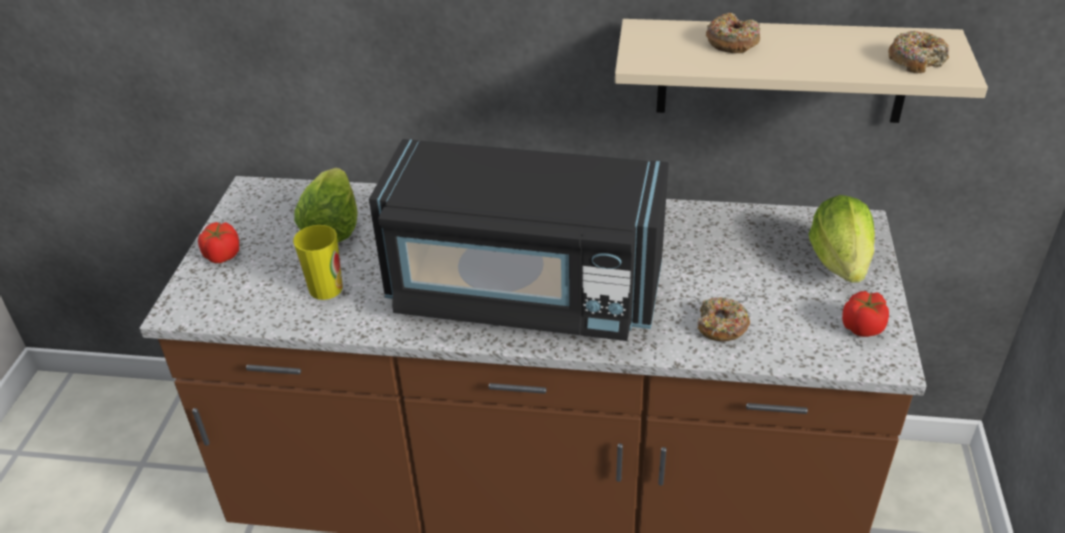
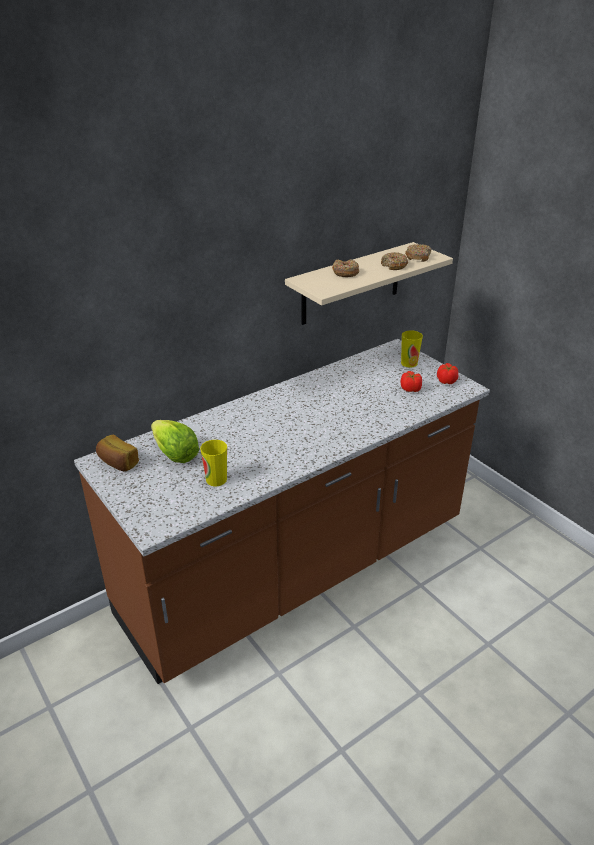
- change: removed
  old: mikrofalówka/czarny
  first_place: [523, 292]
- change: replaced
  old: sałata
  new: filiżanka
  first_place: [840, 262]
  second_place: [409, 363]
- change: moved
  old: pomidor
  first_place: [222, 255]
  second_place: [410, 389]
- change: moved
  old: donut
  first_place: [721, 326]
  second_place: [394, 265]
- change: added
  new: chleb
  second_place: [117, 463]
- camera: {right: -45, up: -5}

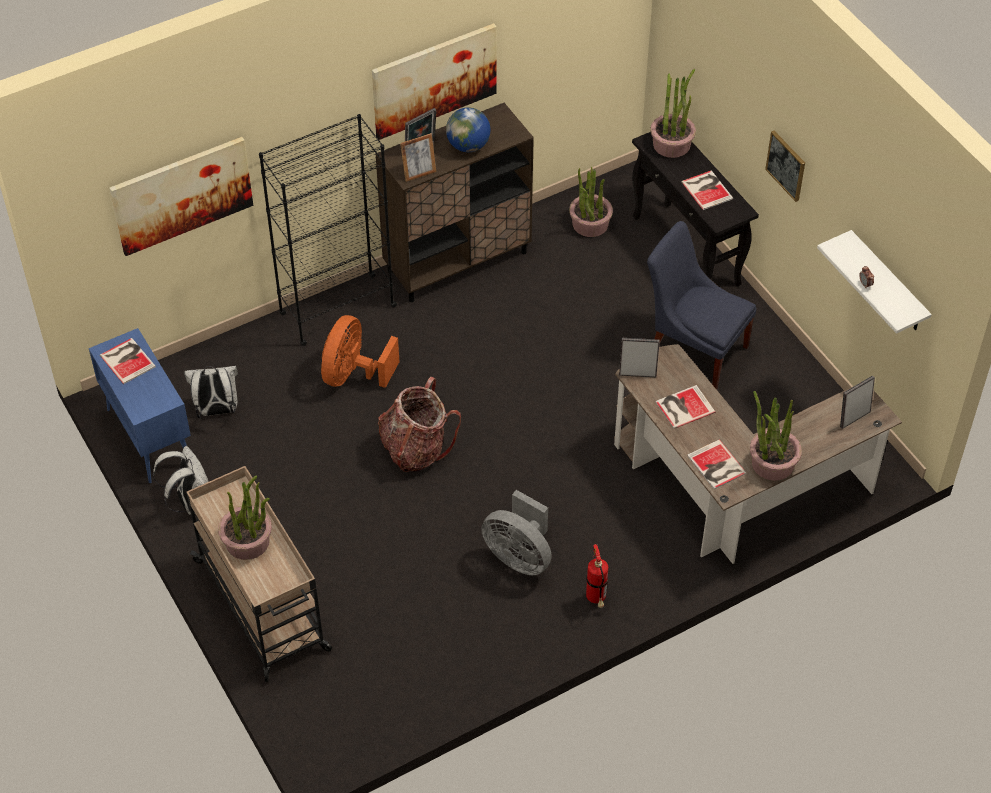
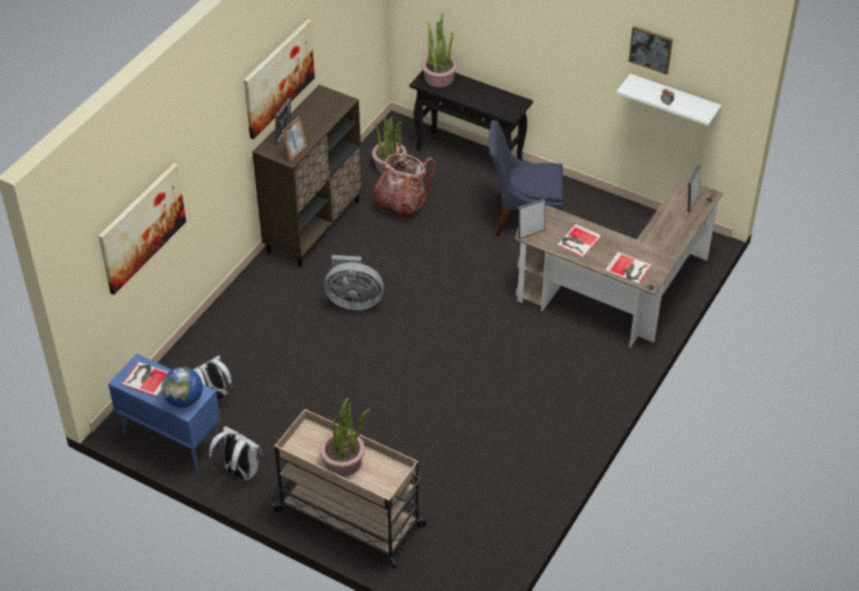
- change: moved
  old: globus
  first_place: [468, 146]
  second_place: [184, 400]
- change: removed
  old: regał/czarny
  first_place: [337, 310]
- change: moved
  old: obraz
  first_place: [786, 165]
  second_place: [650, 49]
- change: removed
  old: książka
  first_place: [707, 189]
- change: removed
  old: wentylator/pomarańczowy
  first_place: [353, 374]
- change: moved
  old: plecak
  first_place: [416, 449]
  second_place: [401, 204]
- change: removed
  old: roślina doniczkowa
  first_place: [772, 463]
- change: moved
  old: wentylator/szary
  first_place: [519, 556]
  second_place: [353, 301]
- change: removed
  old: gaśnica
  first_place: [596, 599]
- camera: {right: -30, up: -5}

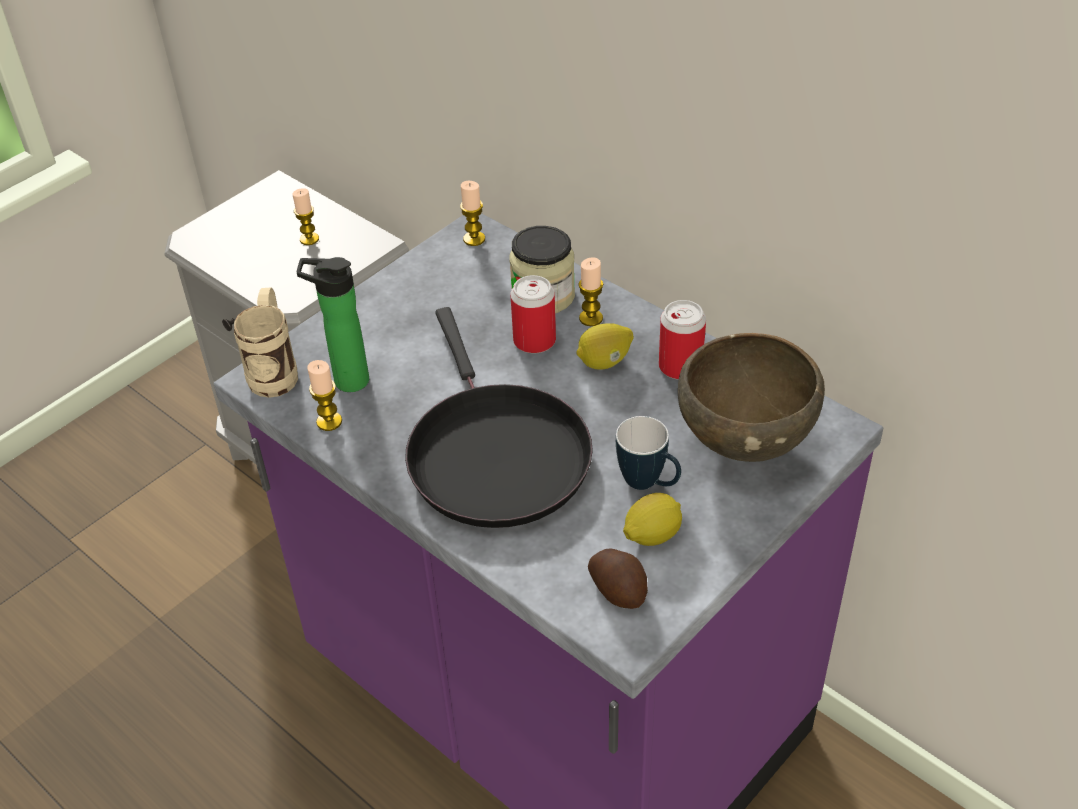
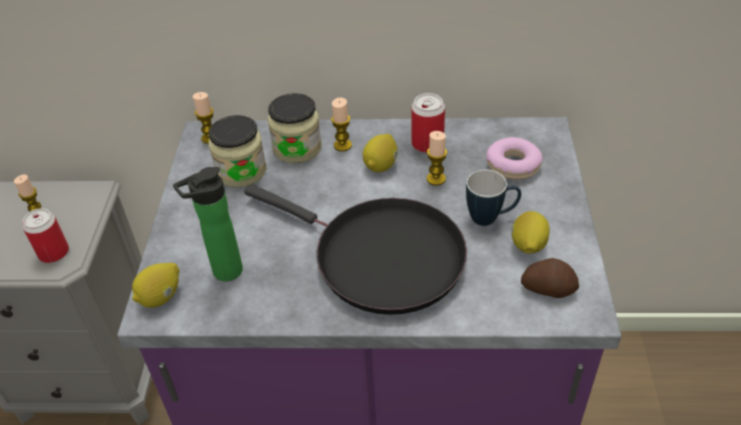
- change: moved
  old: puszka
  first_place: [534, 341]
  second_place: [54, 252]
- change: replaced
  old: kubek/beżowy
  new: cytryna
  first_place: [276, 370]
  second_place: [161, 297]
- change: replaced
  old: miska/brązowy
  new: donut
  first_place: [745, 444]
  second_place: [513, 165]
- change: moved
  old: świeca
  first_place: [329, 421]
  second_place: [436, 179]
- change: added
  new: słoik
  second_place: [241, 171]
- camera: {right: -40, up: 0}

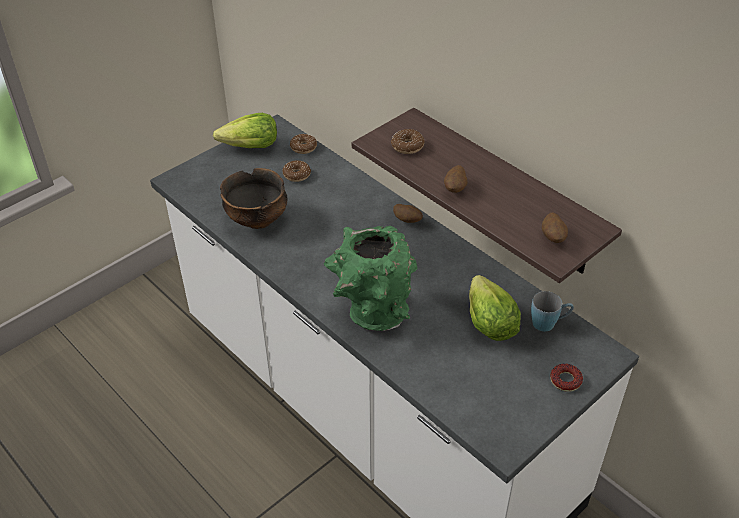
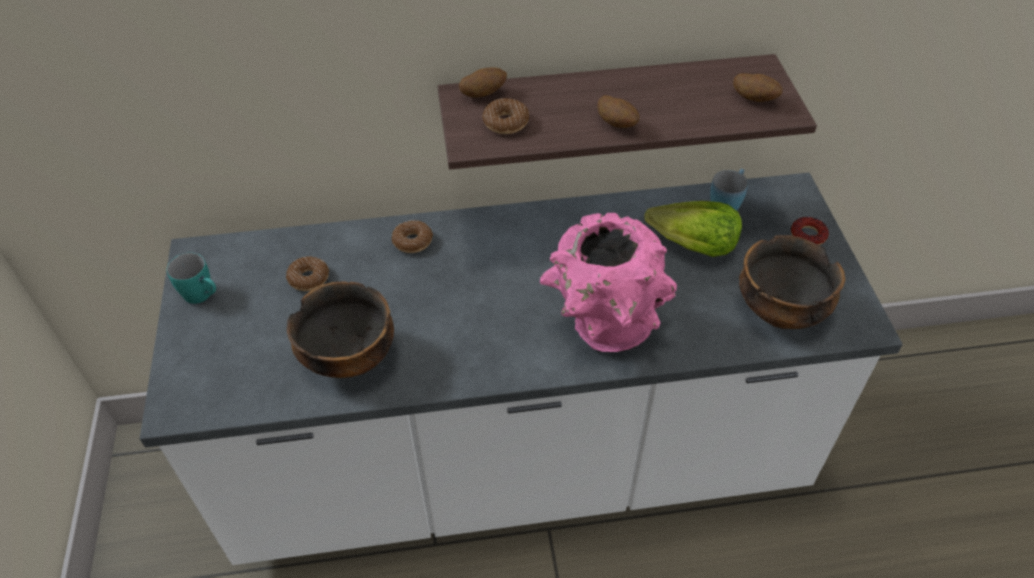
- change: replaced
  old: sałata
  new: kubek/turkusowy
  first_place: [250, 146]
  second_place: [203, 296]
- change: moved
  old: donut
  first_place: [303, 147]
  second_place: [412, 241]
- change: moved
  old: ziemniak
  first_place: [407, 221]
  second_place: [483, 94]
- change: recoloured
  old: wazon/zielony
  new: wazon/różowy
  first_place: [371, 312]
  second_place: [604, 330]
- change: added
  new: miska
  second_place: [781, 311]
- camera: {right: -55, up: 5}

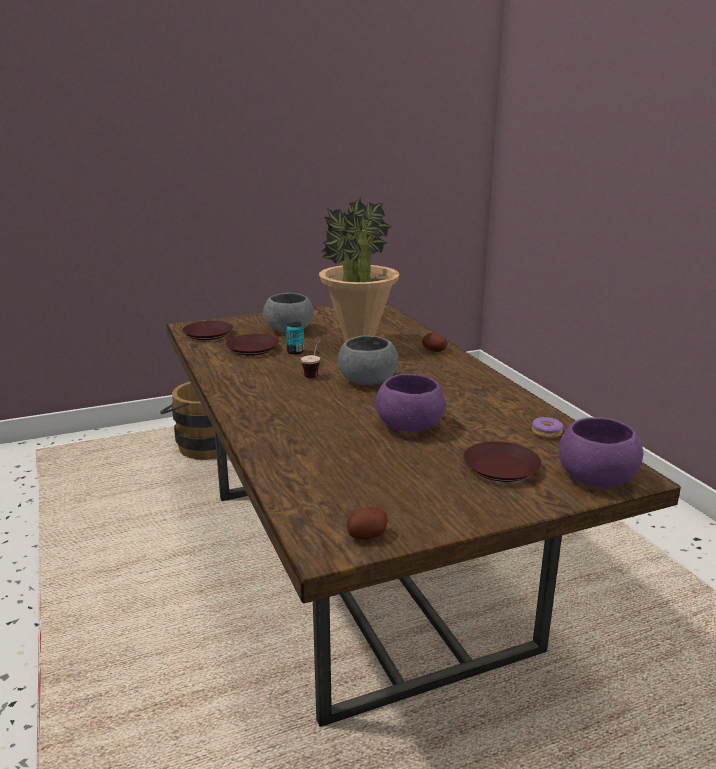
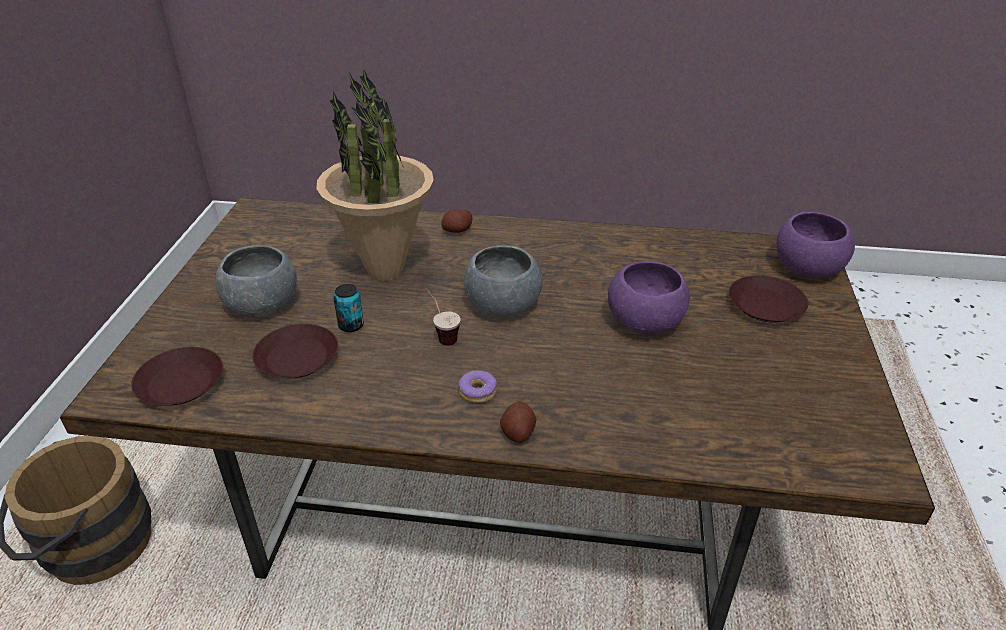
- change: moved
  old: donut
  first_place: [547, 433]
  second_place: [478, 391]
- change: moved
  old: ziemniak
  first_place: [367, 535]
  second_place: [518, 432]
- camera: {right: -60, up: 15}

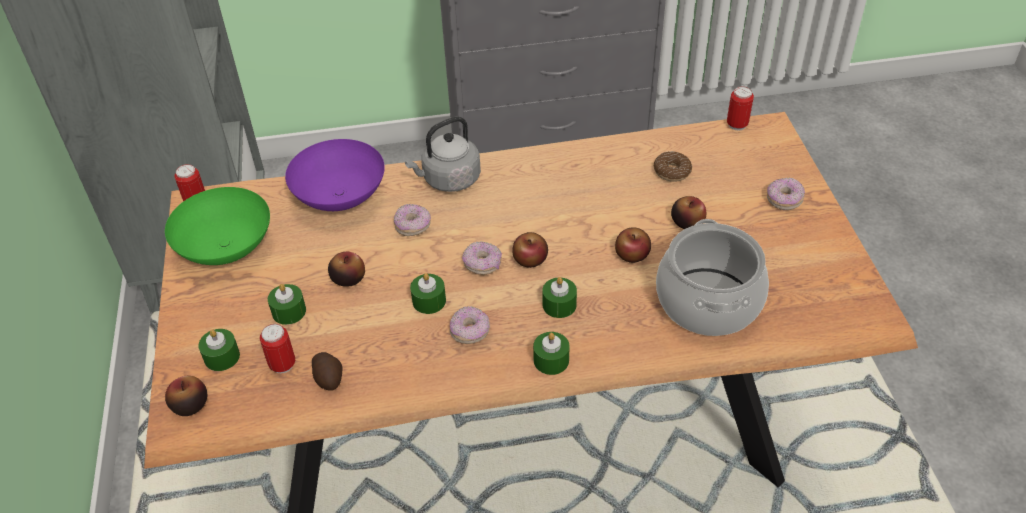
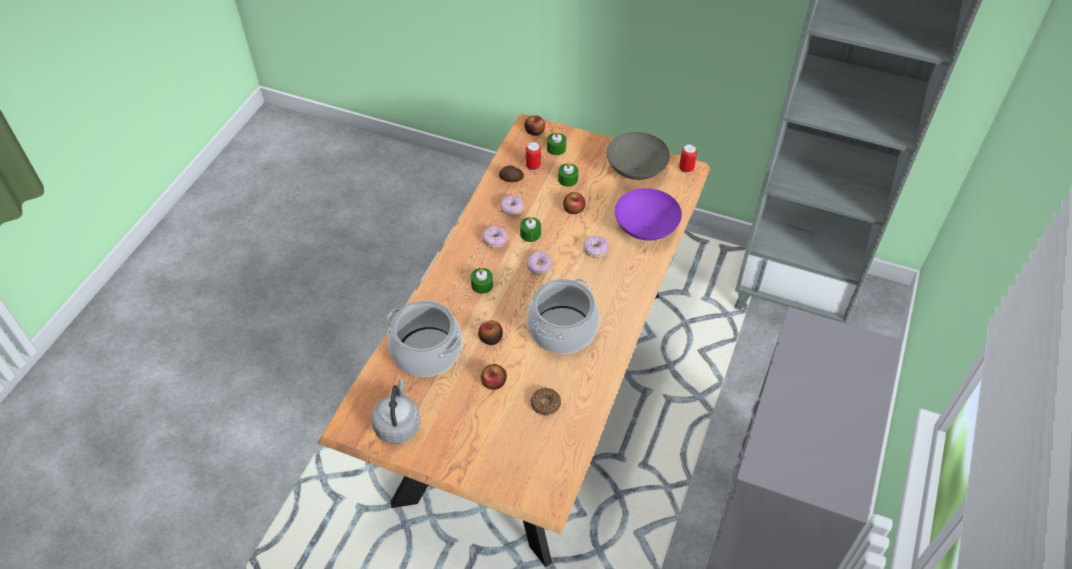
- change: removed
  old: puszka
  first_place: [737, 125]
- change: moved
  old: czajnik/szary
  first_place: [448, 180]
  second_place: [398, 424]
- change: moved
  old: donut
  first_place: [783, 200]
  second_place: [512, 209]
- change: recoloured
  old: miska/zielony
  new: miska/szary
  first_place: [227, 249]
  second_place: [635, 170]
- change: removed
  old: jabłko
  first_place: [530, 259]
- change: removed
  old: świeca/zielony
  first_place: [551, 360]
- change: added
  new: garnek
  second_place: [563, 330]
- camera: {right: 120, up: 5}

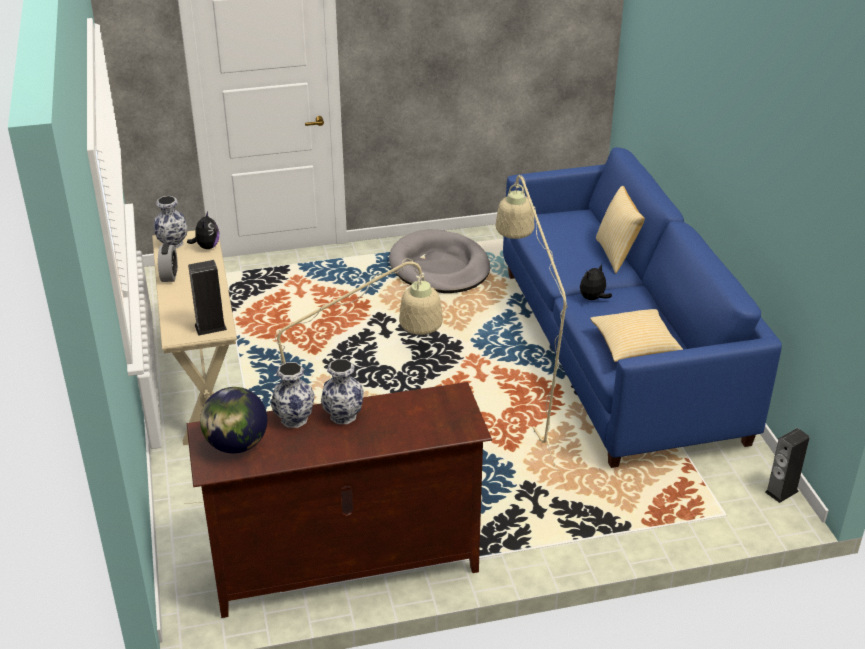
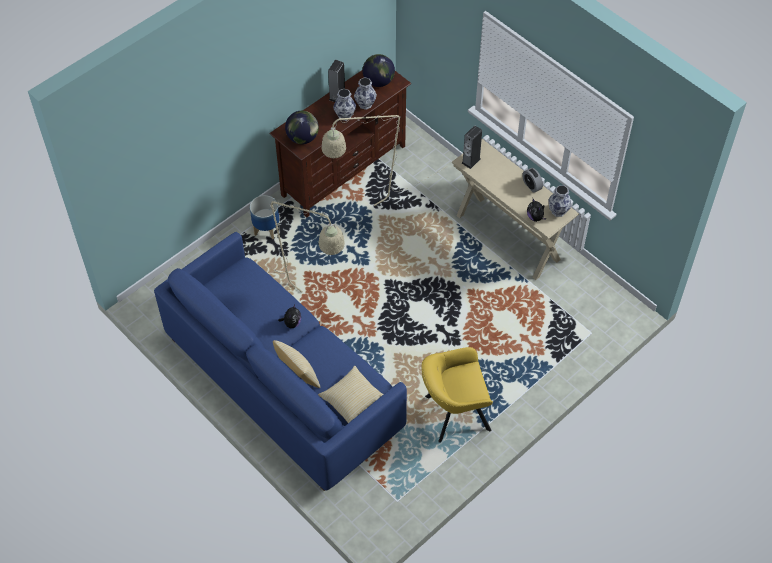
- change: replaced
  old: legowisko/szary
  new: fotel/żółty
  first_place: [439, 267]
  second_place: [453, 414]
- change: moved
  old: poduszka
  first_place: [634, 347]
  second_place: [353, 401]
- change: moved
  old: głośnik
  first_place: [781, 491]
  second_place: [337, 96]
- change: added
  new: globus
  second_place: [303, 138]
- change: added
  new: donica
  second_place: [266, 229]
- camera: {right: 150, up: 20}

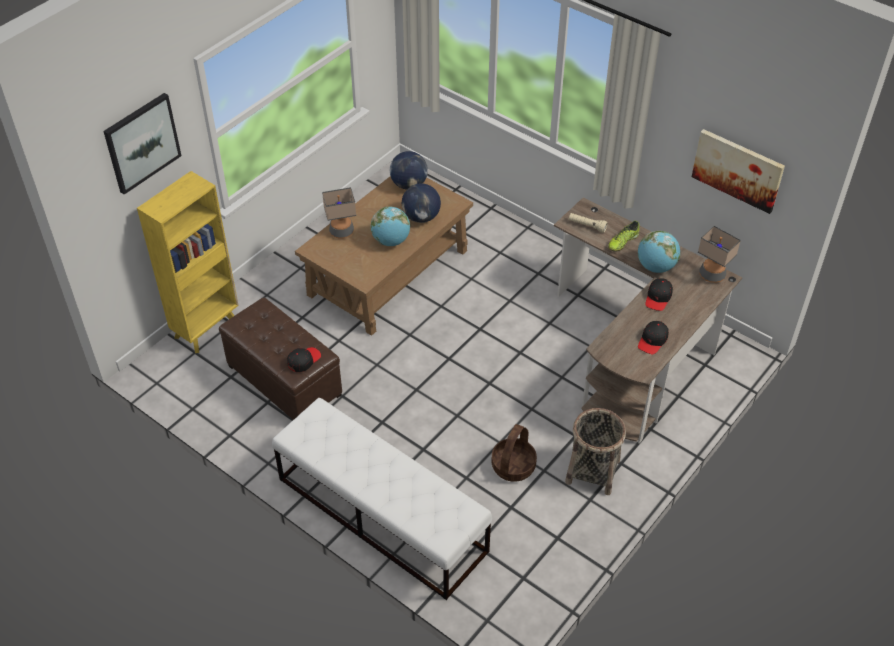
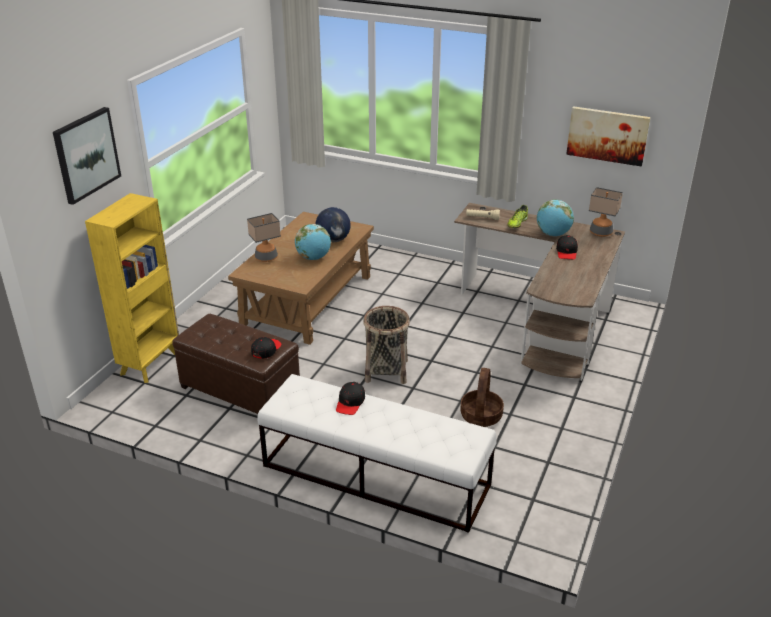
- change: removed
  old: globus
  first_place: [409, 184]
- change: moved
  old: czapka z daszkiem/czarny
  first_place: [652, 340]
  second_place: [350, 403]
- change: moved
  old: koszyk
  first_place: [592, 471]
  second_place: [386, 371]
- camera: {right: -15, up: -15}

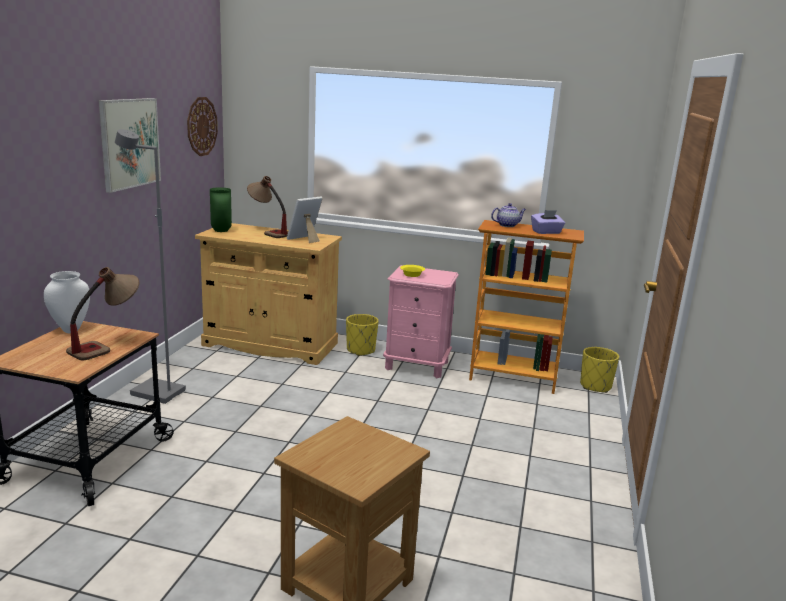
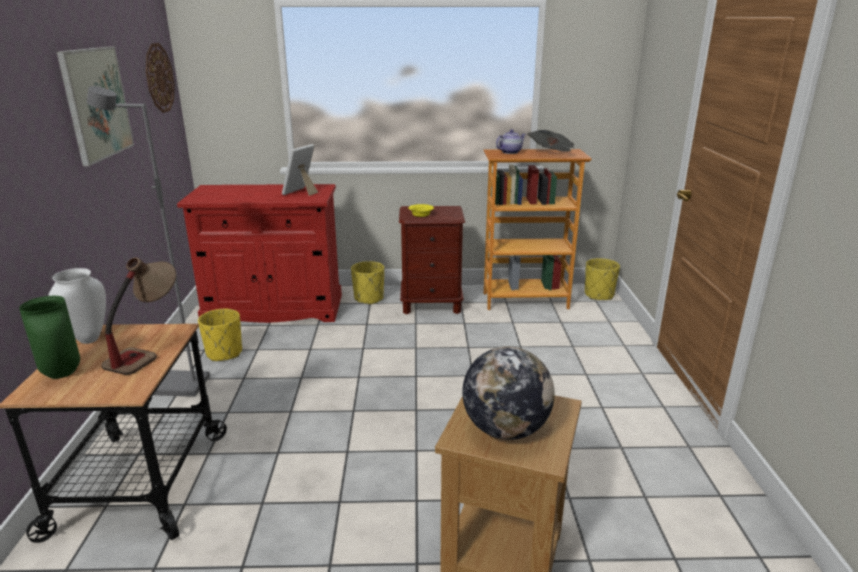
- change: removed
  old: lampa stołowa
  first_place: [269, 232]
- change: moved
  old: wazon/zielony
  first_place: [222, 231]
  second_place: [63, 373]
- change: replaced
  old: pudełko chusteczek/fioletowy
  new: gazeta
  first_place: [546, 232]
  second_place: [551, 154]
- change: recoloured
  old: szafka/beżowy
  new: szafka/czerwony
  first_place: [270, 344]
  second_place: [273, 309]
- change: recoloured
  old: szafka nocna/różowy
  new: szafka nocna/brązowy
  first_place: [417, 365]
  second_place: [431, 304]
- change: added
  new: donica/żółty
  second_place: [224, 353]
- change: added
  new: globus
  second_place: [505, 430]
- camera: {right: -15, up: 5}

